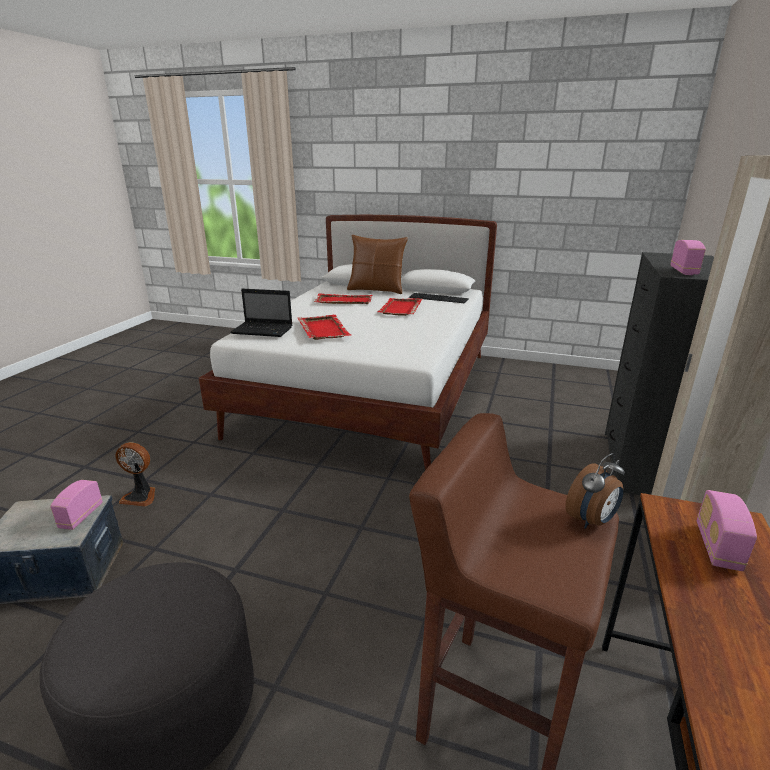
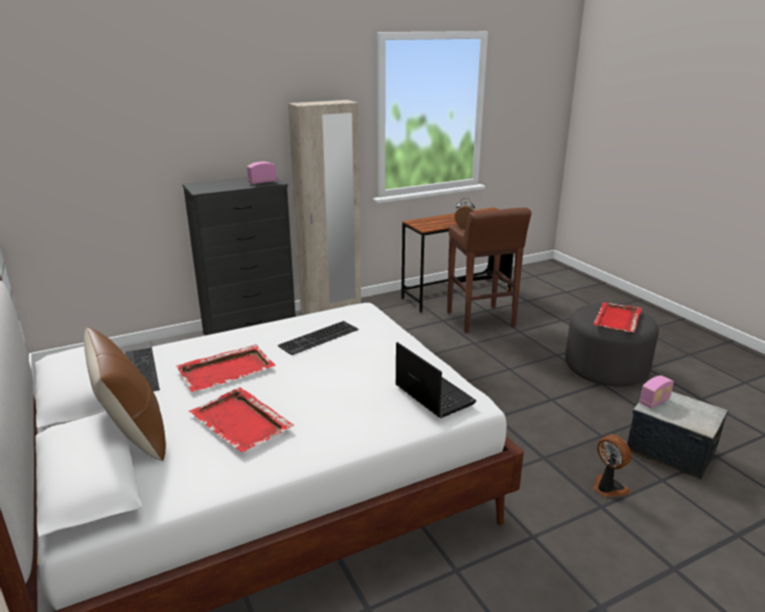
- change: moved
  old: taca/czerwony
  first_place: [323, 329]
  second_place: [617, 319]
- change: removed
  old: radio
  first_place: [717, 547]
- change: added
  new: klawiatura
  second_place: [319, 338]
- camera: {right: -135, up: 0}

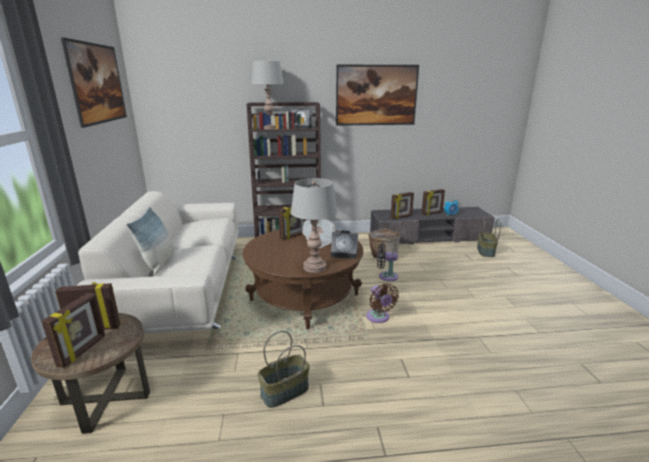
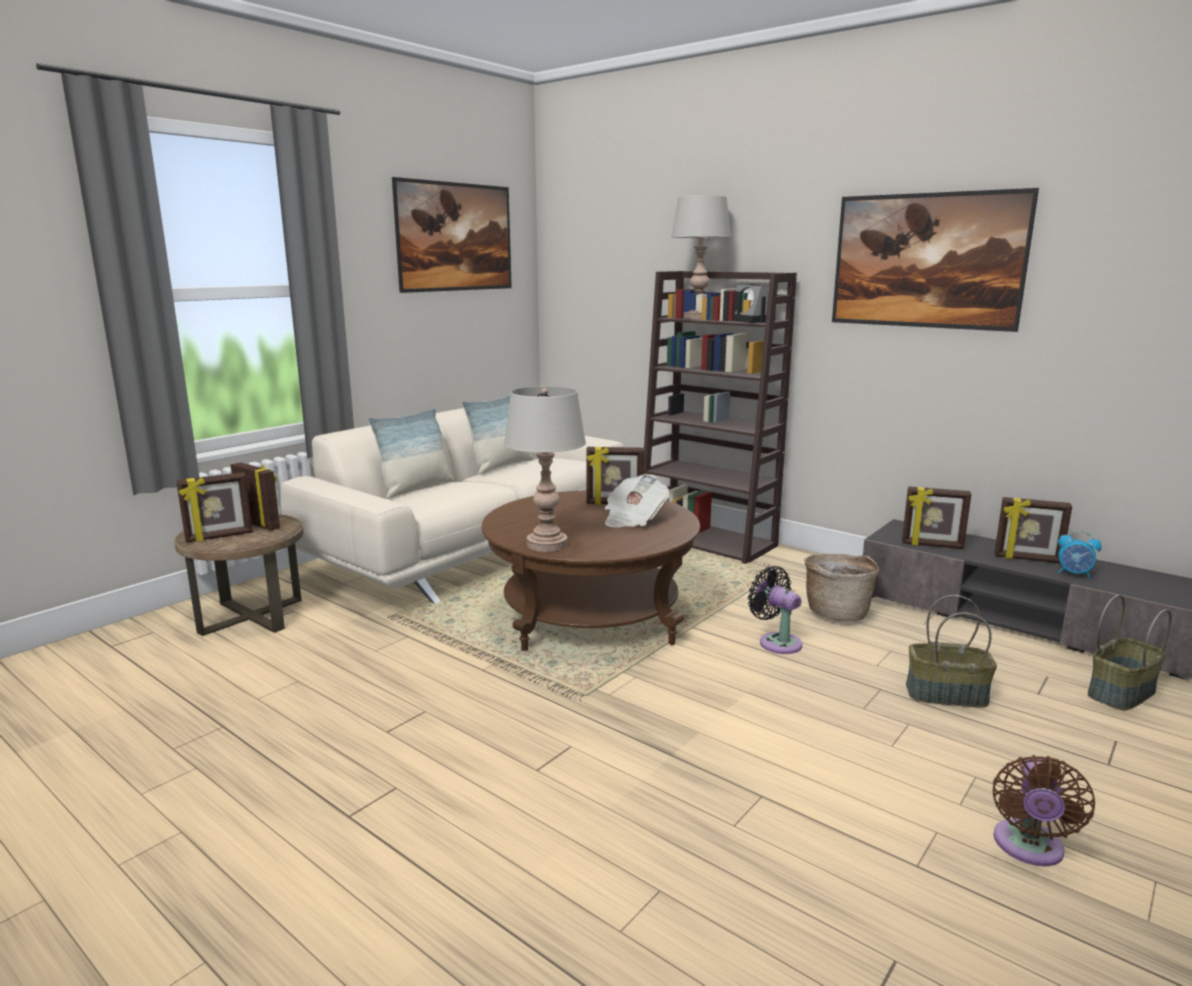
- change: removed
  old: budzik
  first_place: [345, 253]
- change: moved
  old: wentylator/brązowy
  first_place: [378, 318]
  second_place: [1028, 848]
- change: moved
  old: koszyk
  first_place: [285, 392]
  second_place: [945, 695]
- change: added
  new: poduszka
  second_place: [501, 466]
- camera: {right: 45, up: -5}

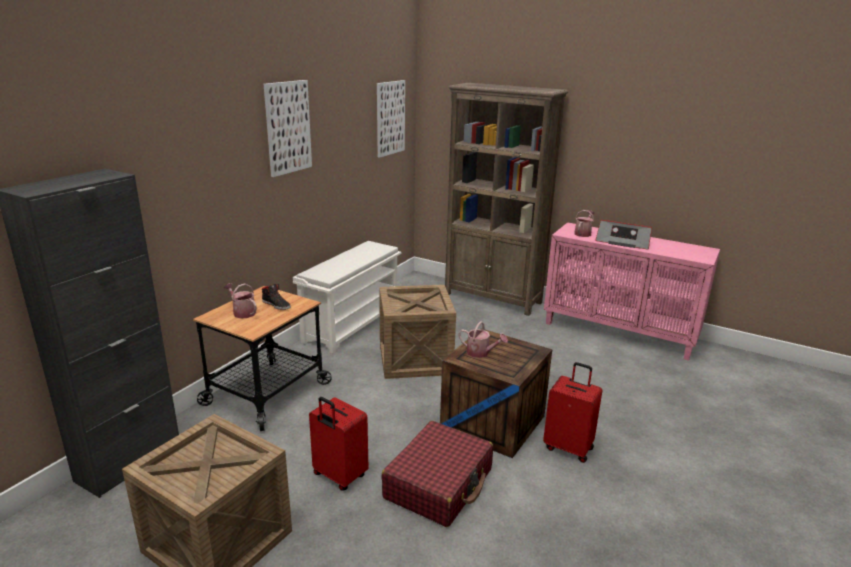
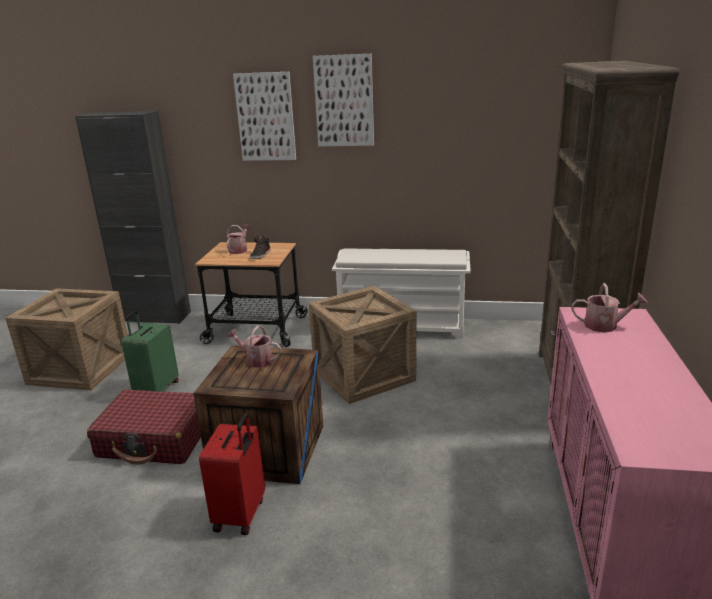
- change: moved
  old: obraz
  first_place: [390, 118]
  second_place: [265, 117]
- change: removed
  old: radio
  first_place: [623, 242]
- change: turned
  old: konewka
  first_place: [481, 353]
  second_place: [256, 360]
  degrees: 105
- change: recoloured
  old: walizka/czerwony
  new: walizka/zielony
  first_place: [339, 476]
  second_place: [156, 390]
- camera: {right: 70, up: 0}

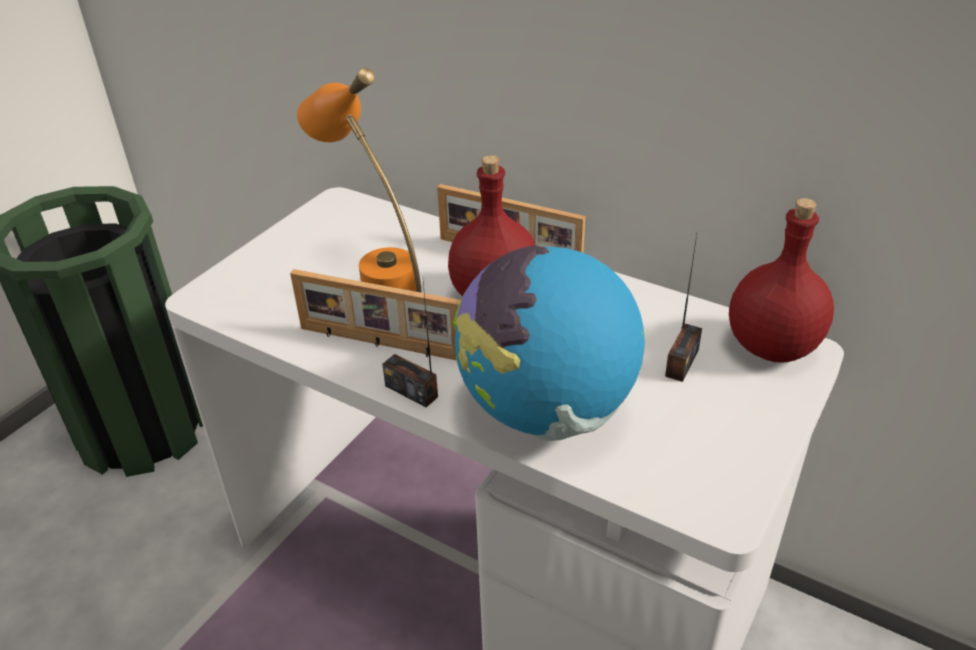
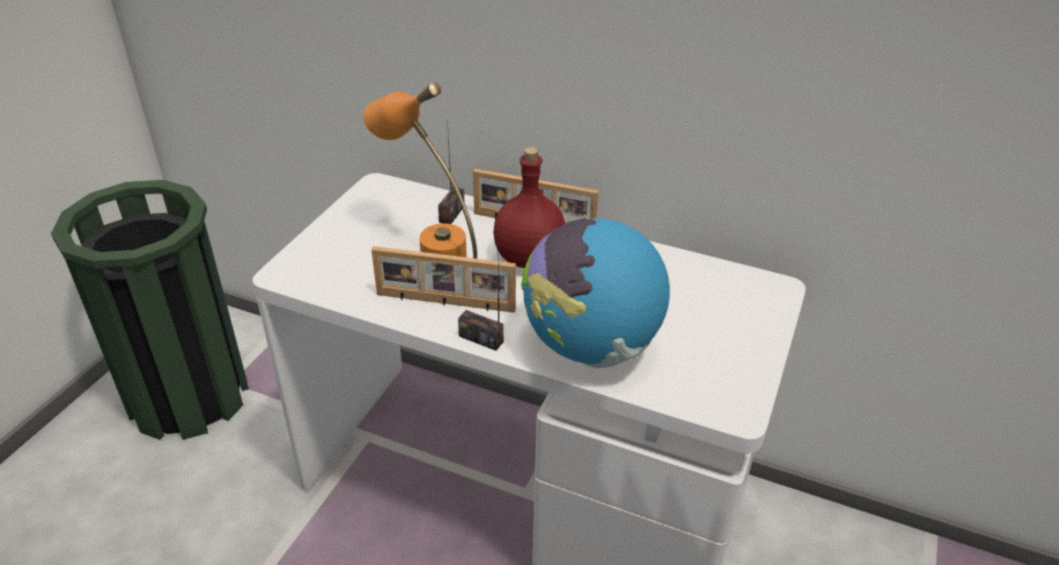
- change: removed
  old: butelka/czerwony
  first_place: [773, 346]
- change: moved
  old: radio
  first_place: [681, 363]
  second_place: [451, 214]
- camera: {right: -10, up: 0}

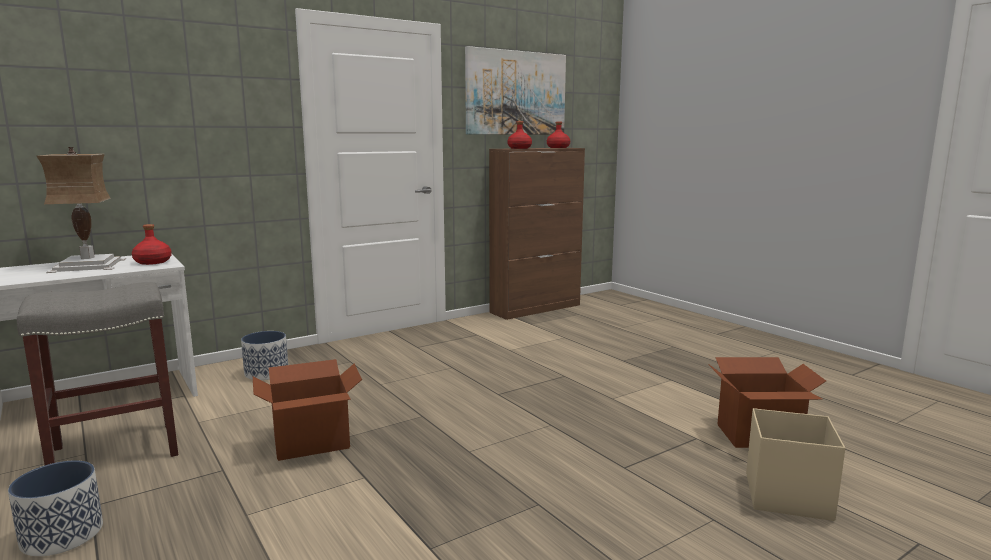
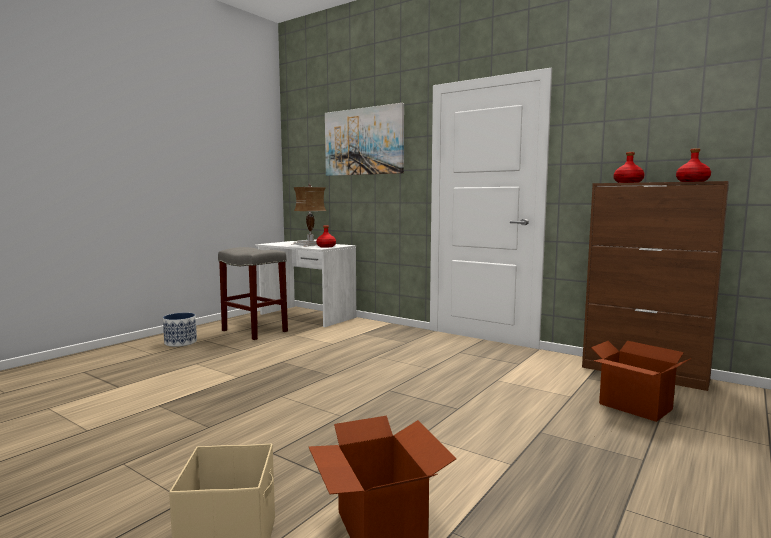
- change: moved
  old: obraz
  first_place: [516, 93]
  second_place: [363, 141]
- change: removed
  old: donica
  first_place: [266, 373]
- change: moved
  old: karton
  first_place: [312, 443]
  second_place: [635, 407]
- camera: {right: 70, up: -5}

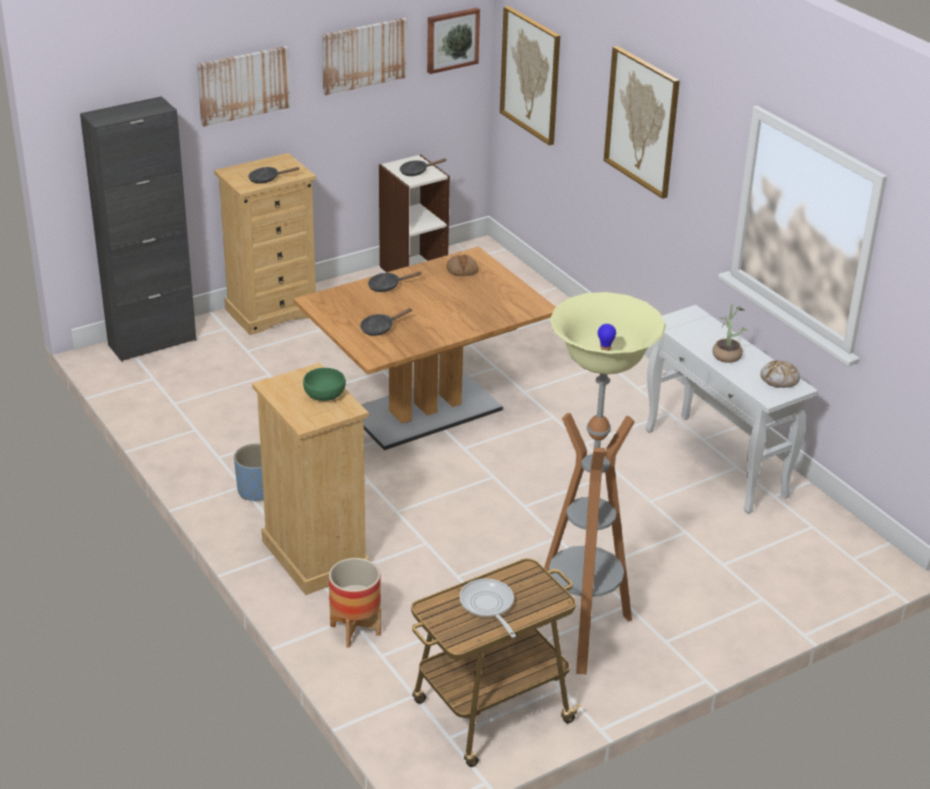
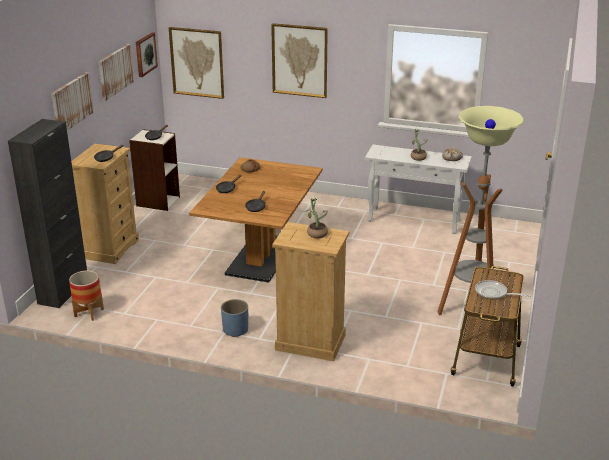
- change: replaced
  old: miska/zielony
  new: roślina doniczkowa
  first_place: [324, 394]
  second_place: [315, 233]
- change: moved
  old: donica
  first_place: [355, 630]
  second_place: [89, 313]
- camera: {right: -40, up: -5}

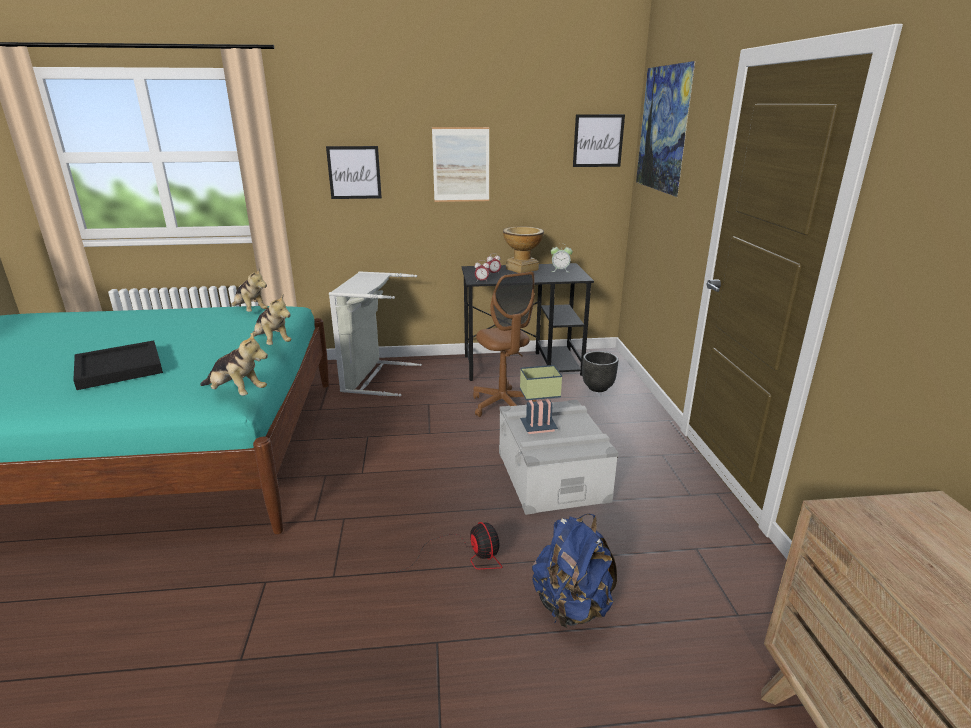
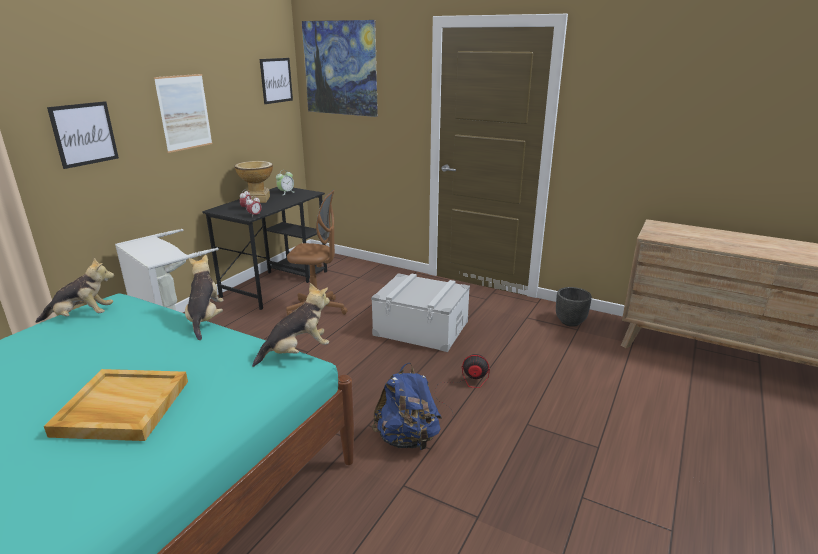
- change: turned
  old: pluszak
  first_place: [272, 343]
  second_place: [205, 319]
  degrees: -90
- change: recoloured
  old: taca/czarny
  new: taca/beżowy
  first_place: [118, 368]
  second_place: [121, 408]
- change: moved
  old: donica/czarny
  first_place: [597, 388]
  second_place: [570, 322]
- change: removed
  old: lampa stołowa
  first_place: [539, 426]
- change: moved
  old: plecak/niebieski
  first_place: [572, 606]
  second_place: [407, 439]
- camera: {right: -55, up: 0}

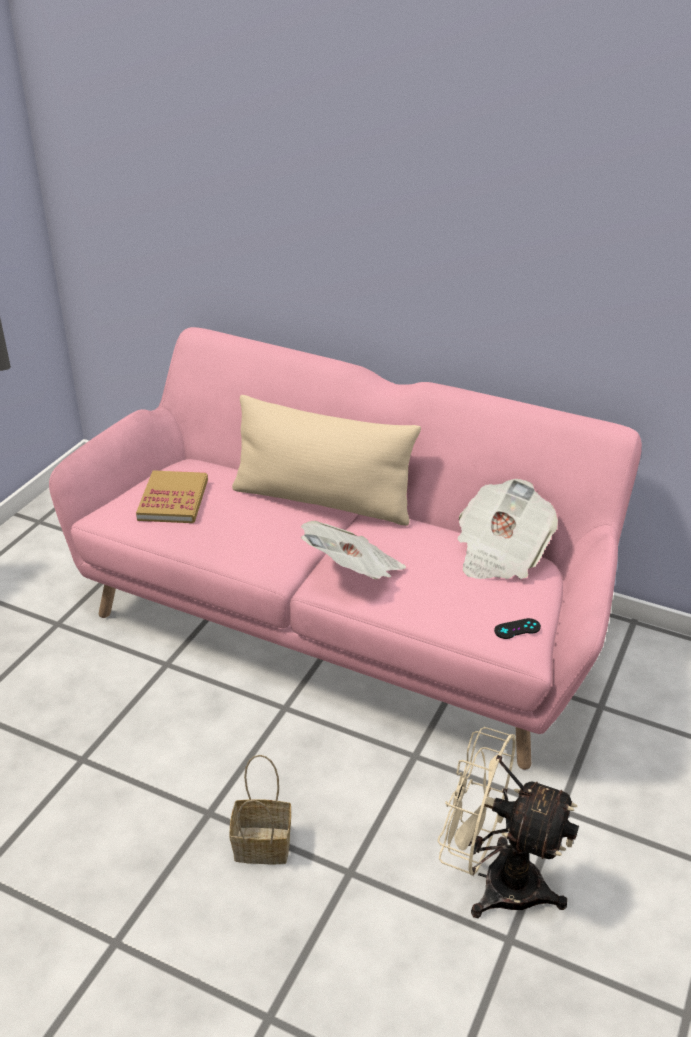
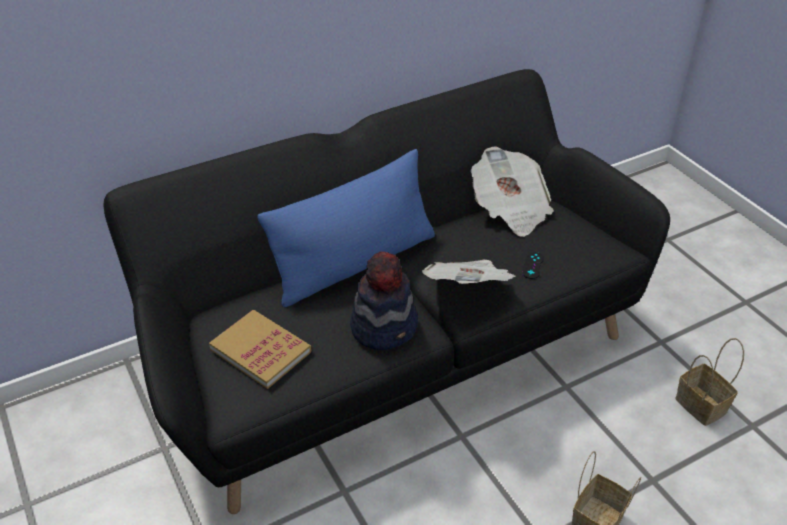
- change: recoloured
  old: kanapa/różowy
  new: kanapa/czarny
  first_place: [344, 620]
  second_place: [393, 350]
- change: recoloured
  old: poduszka/beżowy
  new: poduszka/niebieski
  first_place: [323, 500]
  second_place: [355, 263]
- change: moved
  old: pad do gier/czarny
  first_place: [517, 629]
  second_place: [533, 265]
- change: replaced
  old: wentylator/beżowy
  new: koszyk
  first_place: [495, 881]
  second_place: [702, 406]
- change: added
  new: kapelusz
  second_place: [385, 326]
- camera: {right: -55, up: 5}

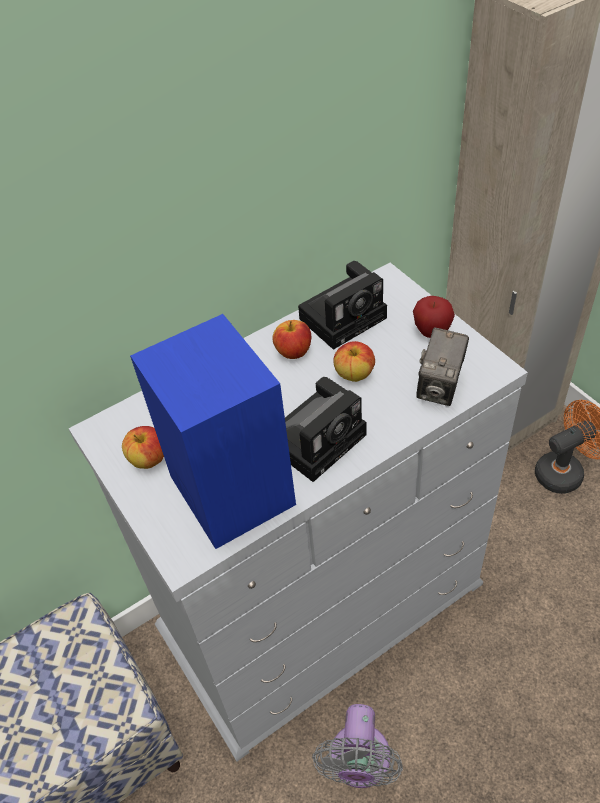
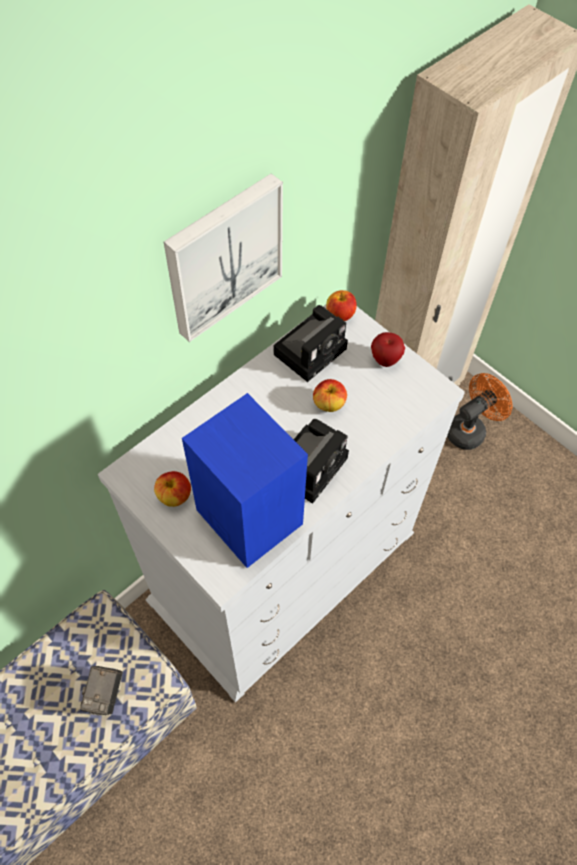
- change: moved
  old: jabłko
  first_place: [293, 352]
  second_place: [340, 315]
- change: moved
  old: aparat fotograficzny
  first_place: [440, 387]
  second_place: [106, 695]
- change: removed
  old: wentylator/szary
  first_place: [359, 763]
- change: added
  new: obraz
  second_place: [223, 256]
- camera: {right: -15, up: 10}

